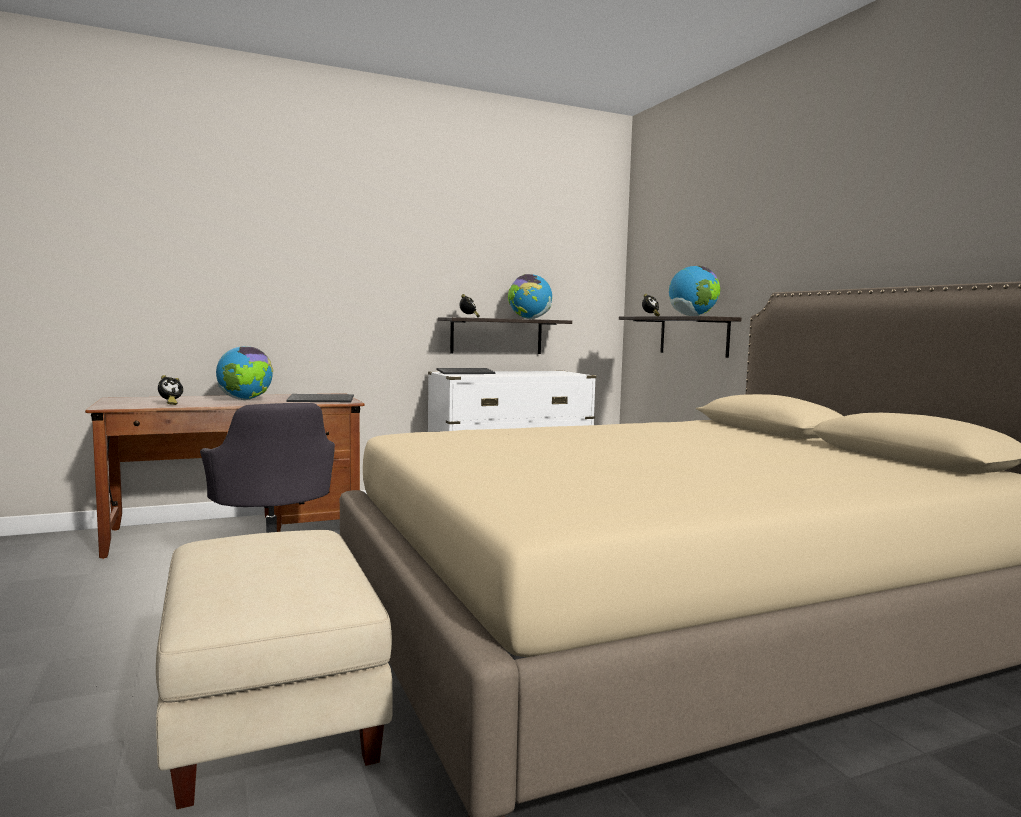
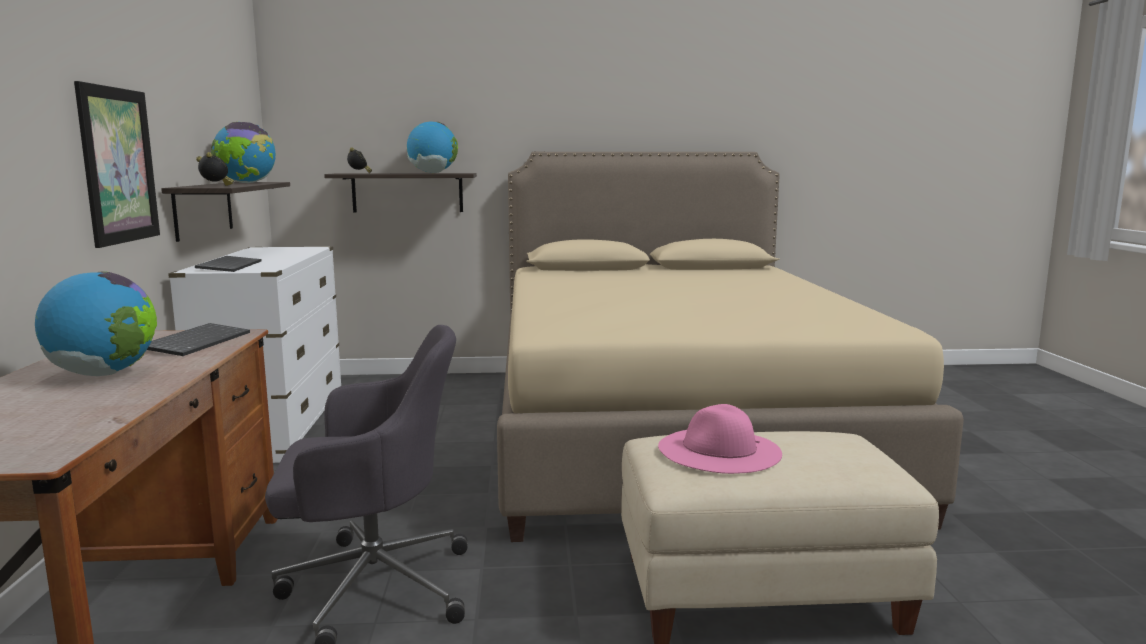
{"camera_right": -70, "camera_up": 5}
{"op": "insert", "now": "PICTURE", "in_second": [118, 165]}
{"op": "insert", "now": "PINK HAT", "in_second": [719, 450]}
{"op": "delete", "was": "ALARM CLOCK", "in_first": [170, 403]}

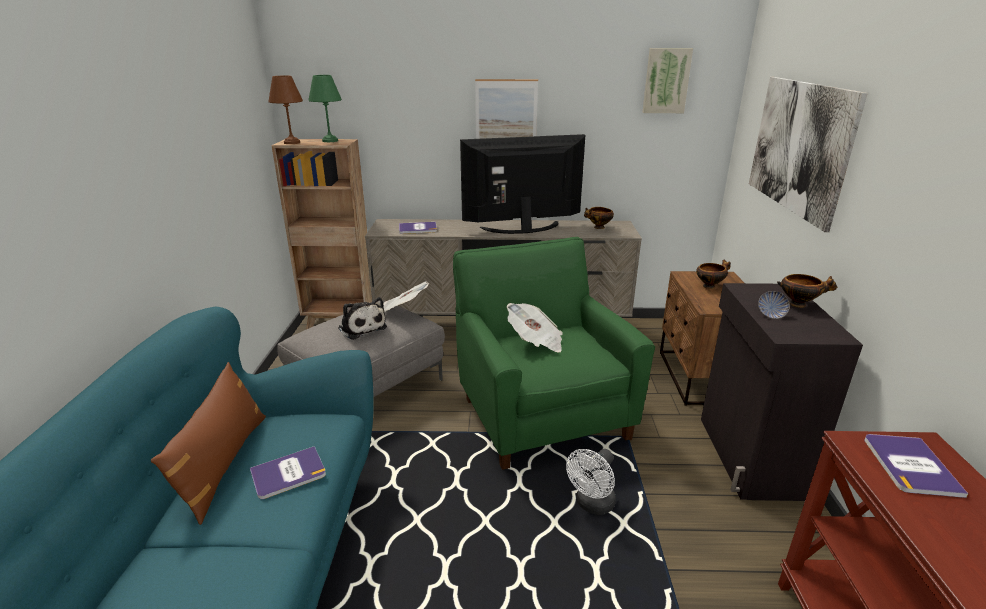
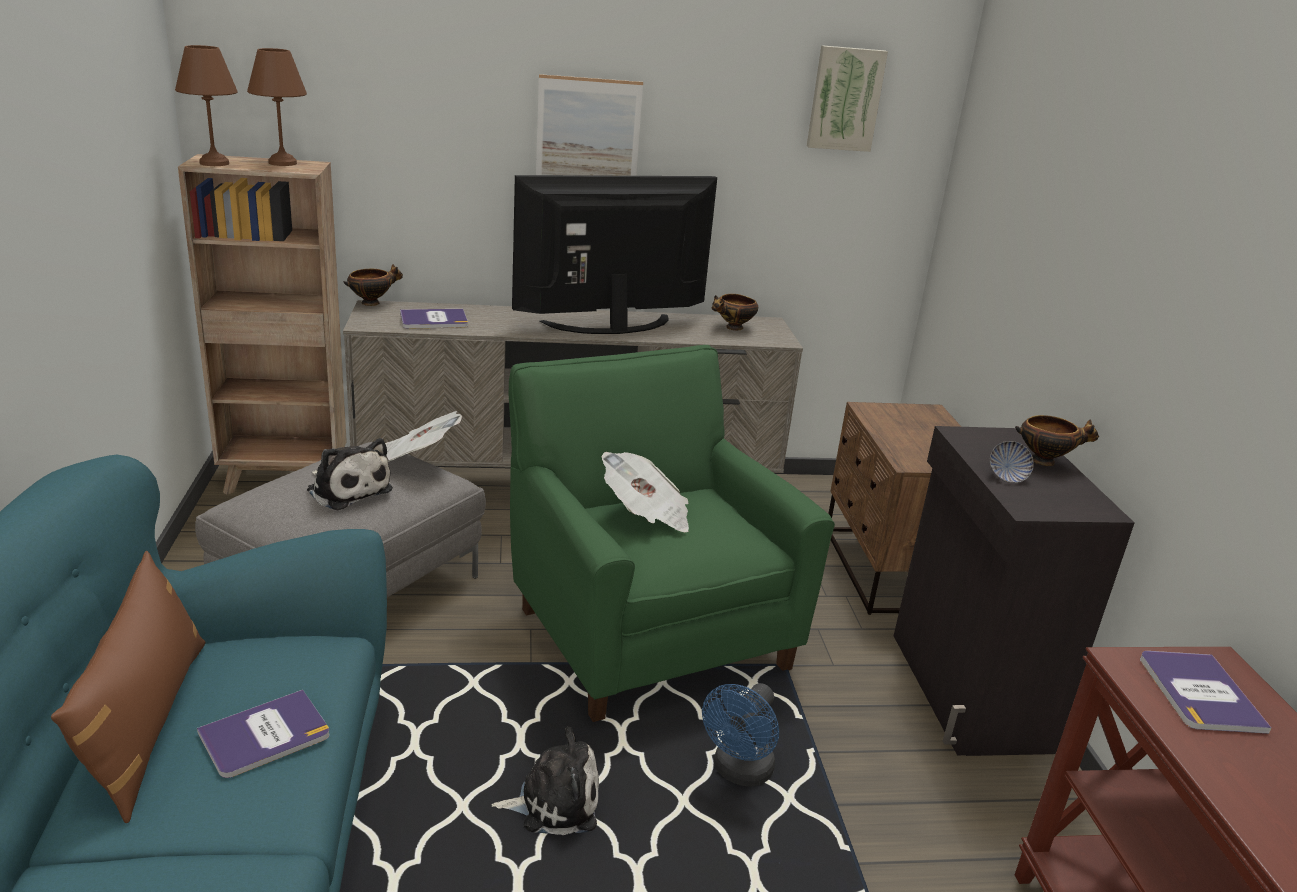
{"camera_right": -10, "camera_up": 0}
{"op": "recolor", "was": "GREEN TABLE LAMP", "now": "BROWN TABLE LAMP", "in_first": [330, 141], "in_second": [282, 163]}
{"op": "move", "was": "BOWL", "in_first": [710, 286], "in_second": [372, 302]}
{"op": "insert", "now": "PLUSH TOY", "in_second": [553, 802]}
{"op": "recolor", "was": "WHITE FAN", "now": "BLUE FAN", "in_first": [592, 505], "in_second": [739, 772]}
{"op": "delete", "was": "PICTURE", "in_first": [799, 147]}

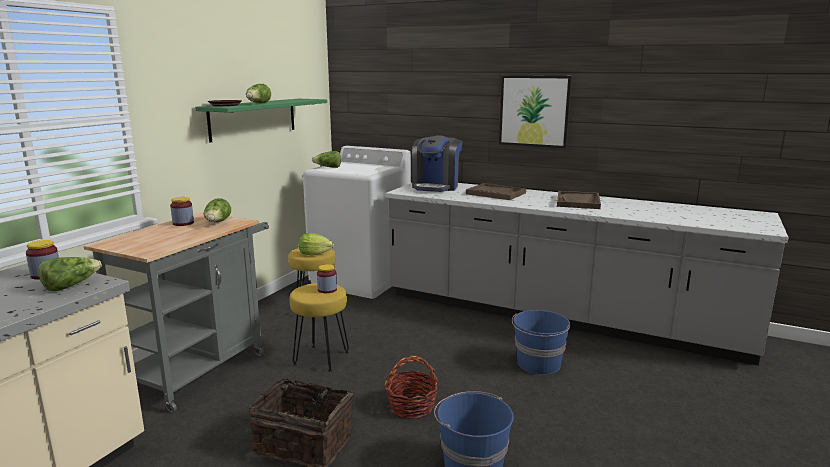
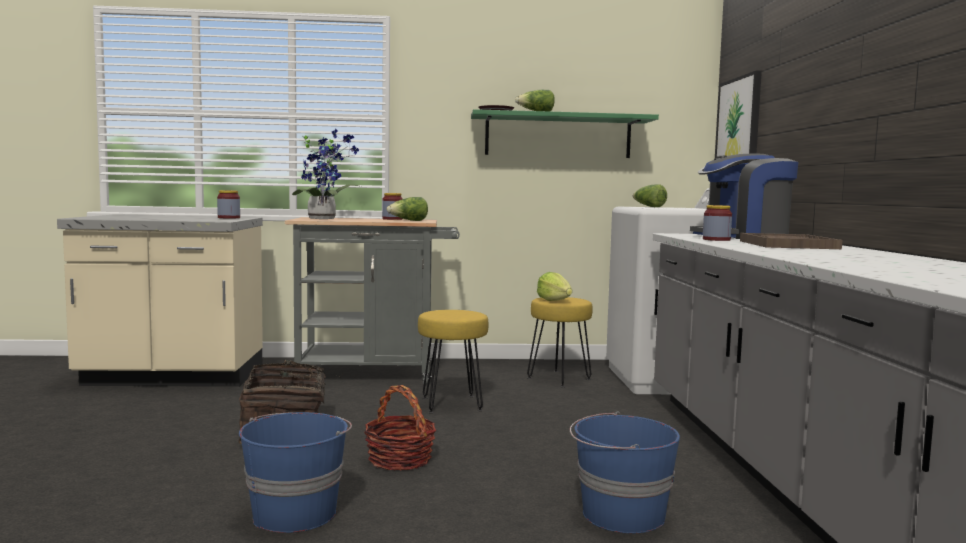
{"camera_right": 60, "camera_up": -10}
{"op": "insert", "now": "POTTED PLANT", "in_second": [324, 219]}
{"op": "move", "was": "JAR", "in_first": [327, 289], "in_second": [716, 239]}
{"op": "move", "was": "PICTURE", "in_first": [534, 111], "in_second": [739, 123]}
{"op": "delete", "was": "LETTUCE", "in_first": [71, 285]}
{"op": "delete", "was": "BROWN TRAY", "in_first": [578, 202]}

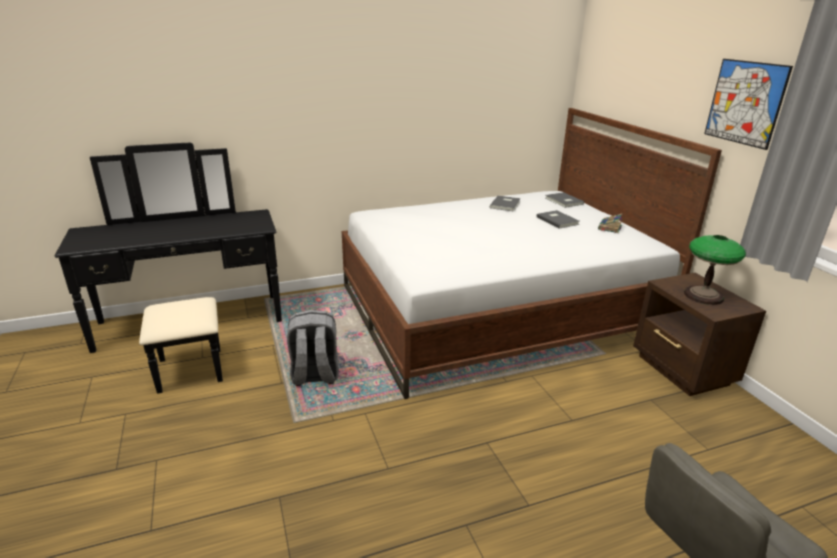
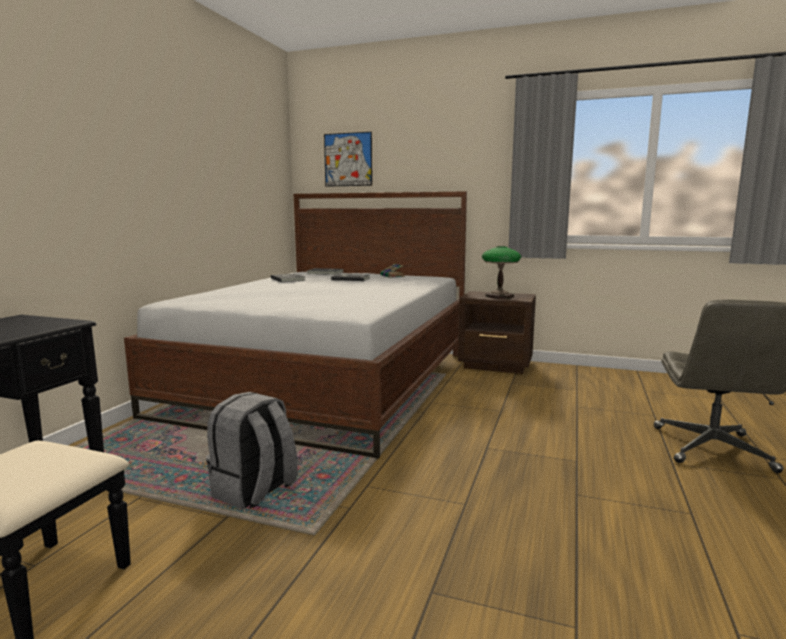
{"camera_right": -50, "camera_up": -15}
{"op": "move", "was": "PICTURE", "in_first": [745, 103], "in_second": [348, 159]}

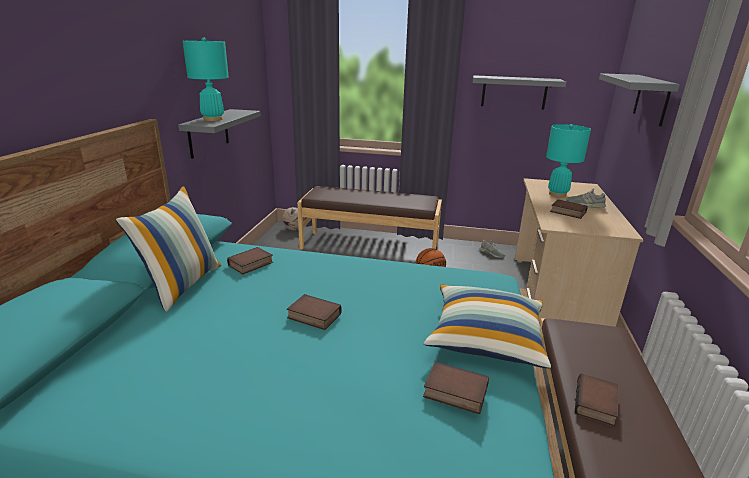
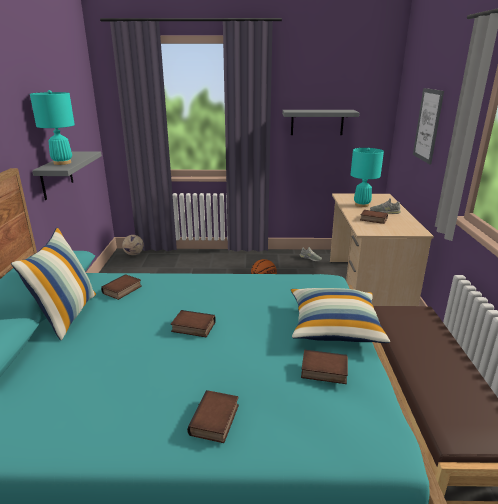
{"camera_right": -10, "camera_up": 0}
{"op": "move", "was": "BOOK", "in_first": [597, 404], "in_second": [216, 421]}
{"op": "replace", "was": "GREY SHELF", "now": "PICTURE", "in_first": [651, 99], "in_second": [428, 125]}
{"op": "delete", "was": "BROWN BENCH", "in_first": [370, 246]}

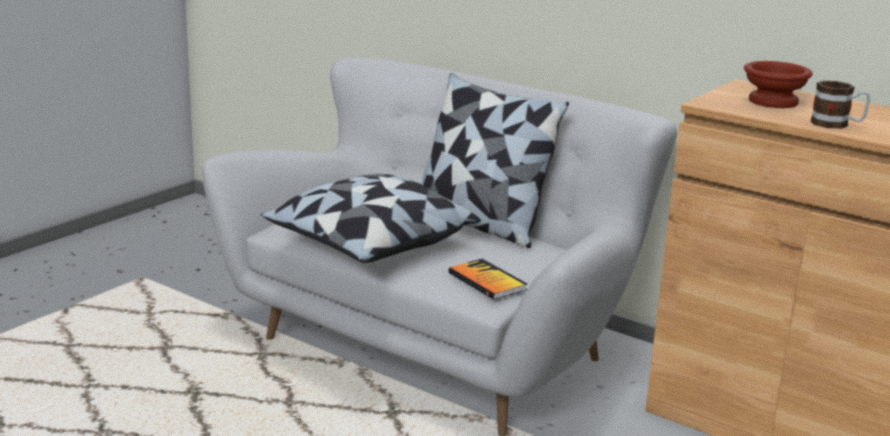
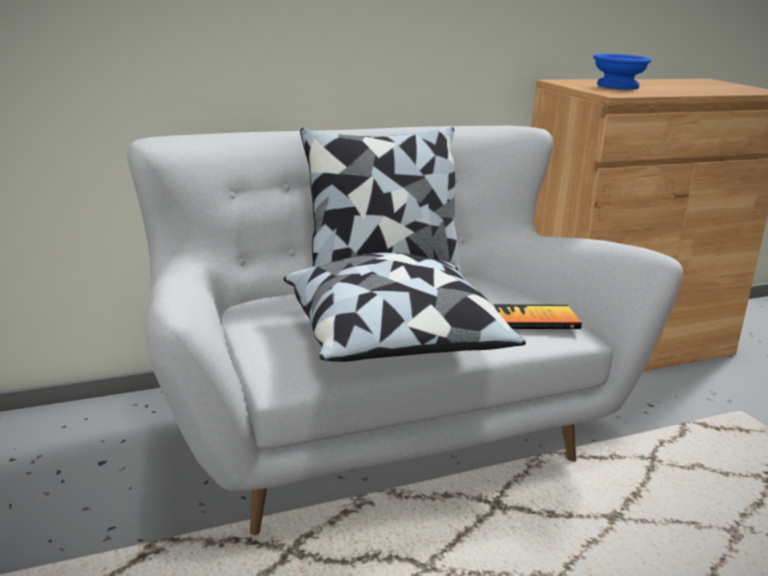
{"camera_right": -60, "camera_up": 0}
{"op": "recolor", "was": "BROWN BOWL", "now": "BLUE BOWL", "in_first": [775, 102], "in_second": [619, 86]}
{"op": "delete", "was": "MUG", "in_first": [837, 124]}

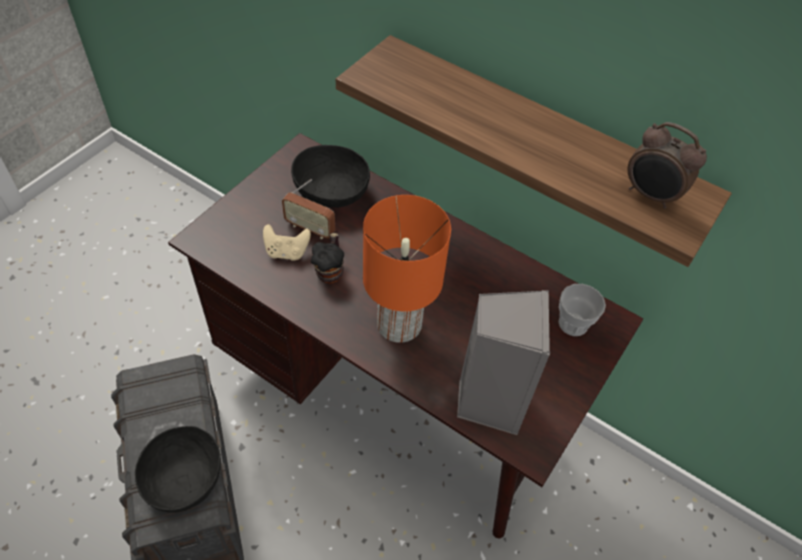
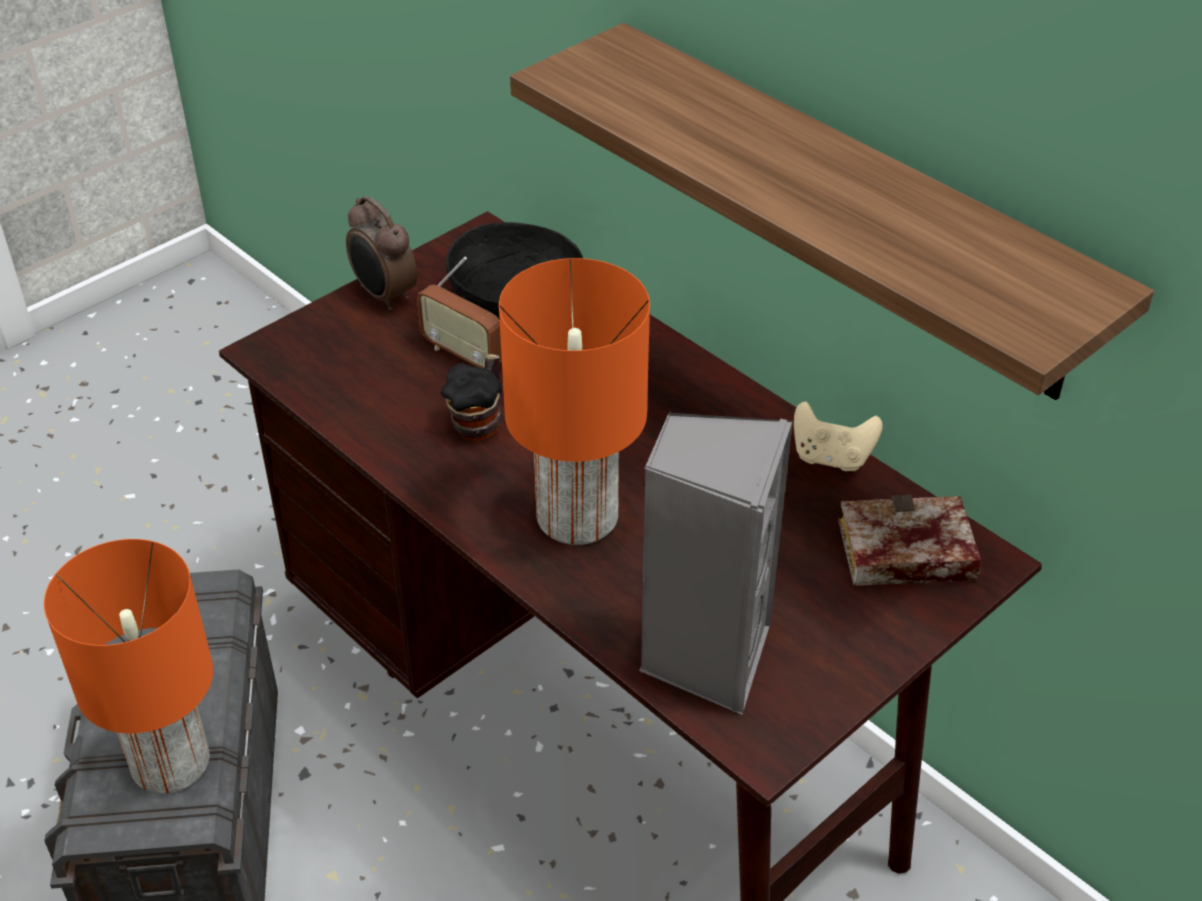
{"camera_right": 15, "camera_up": -10}
{"op": "replace", "was": "BLACK BOWL", "now": "ORANGE TABLE LAMP", "in_first": [184, 478], "in_second": [170, 761]}
{"op": "move", "was": "ALARM CLOCK", "in_first": [650, 195], "in_second": [384, 296]}
{"op": "move", "was": "BEIGE GAME CONTROLLER", "in_first": [287, 252], "in_second": [831, 458]}
{"op": "replace", "was": "CUP", "now": "BOOK", "in_first": [573, 323], "in_second": [901, 555]}

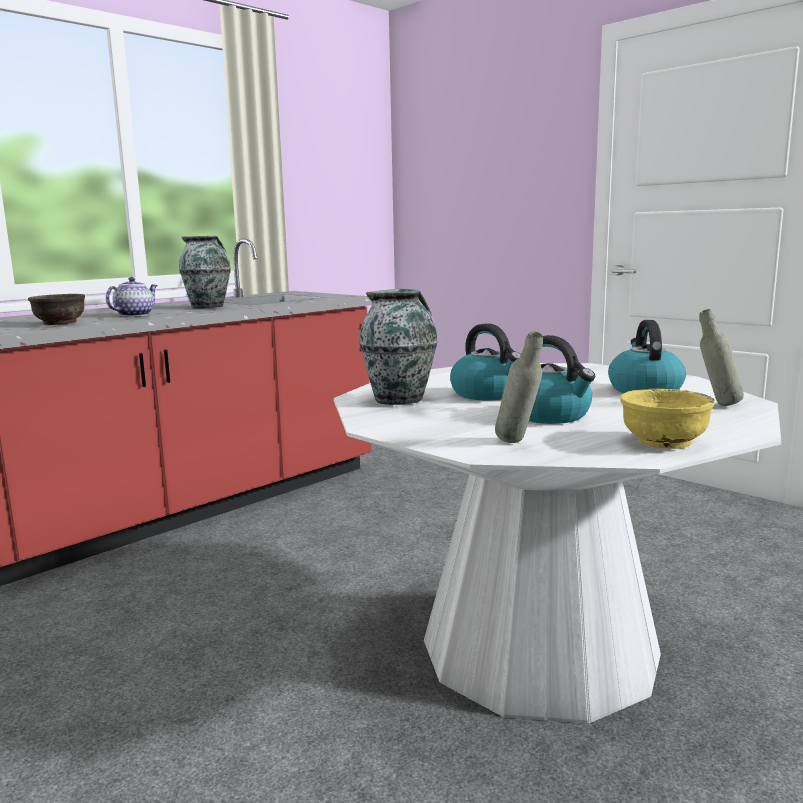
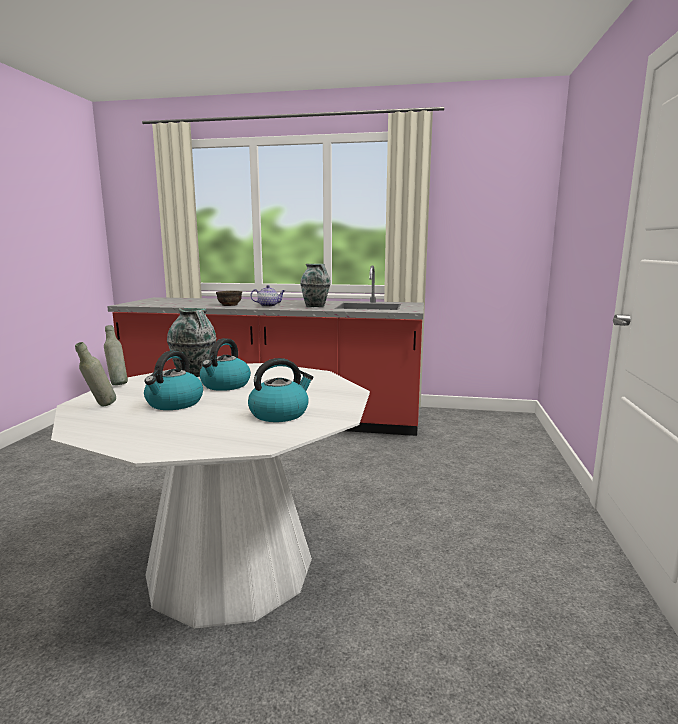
{"camera_right": 55, "camera_up": 0}
{"op": "move", "was": "GREY BOTTLE", "in_first": [717, 405], "in_second": [117, 384]}
{"op": "delete", "was": "YELLOW BOWL", "in_first": [664, 442]}

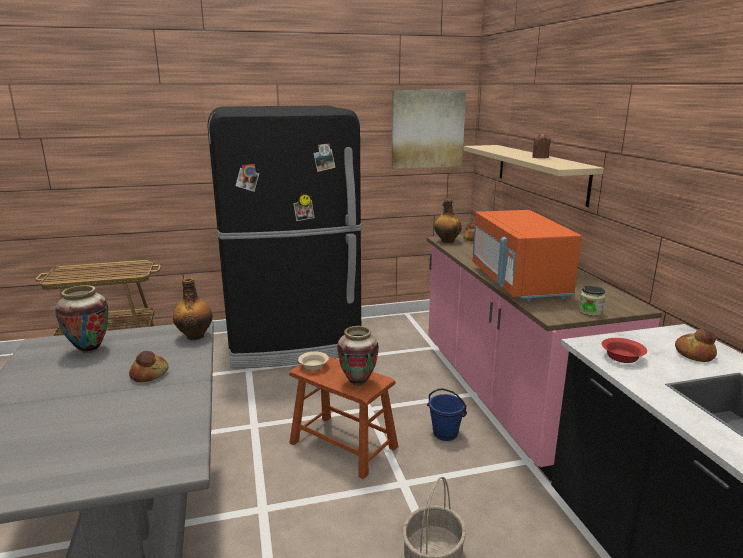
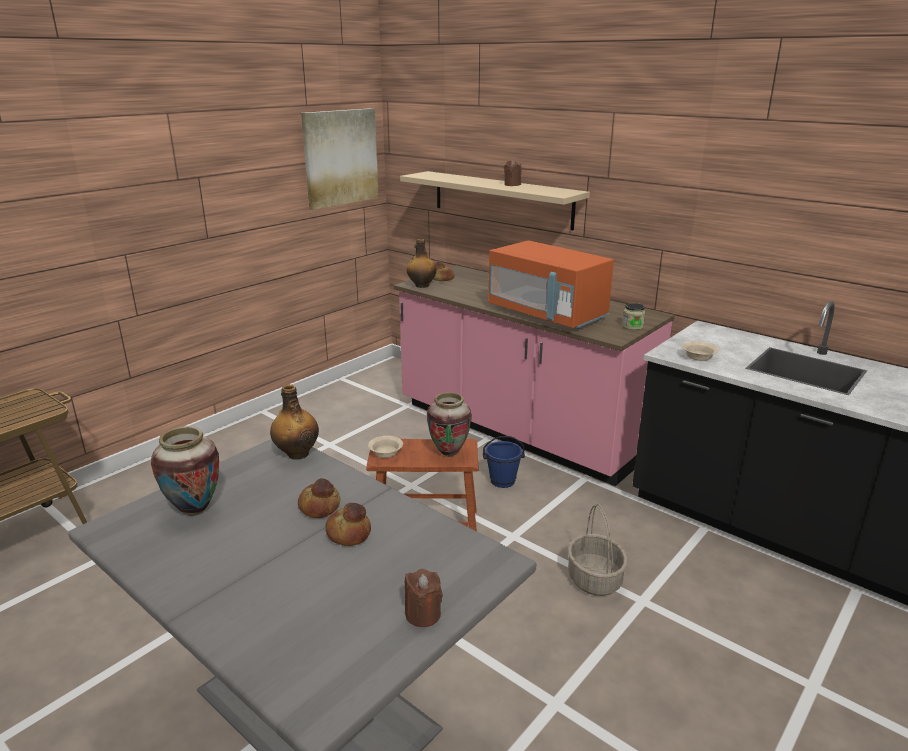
{"camera_right": -35, "camera_up": 5}
{"op": "move", "was": "BREAD", "in_first": [694, 354], "in_second": [349, 533]}
{"op": "insert", "now": "BROWN CANDLE", "in_second": [423, 614]}
{"op": "recolor", "was": "RED BOWL", "now": "BEIGE BOWL", "in_first": [622, 358], "in_second": [699, 357]}
{"op": "delete", "was": "BLACK FRIDGE", "in_first": [294, 343]}

